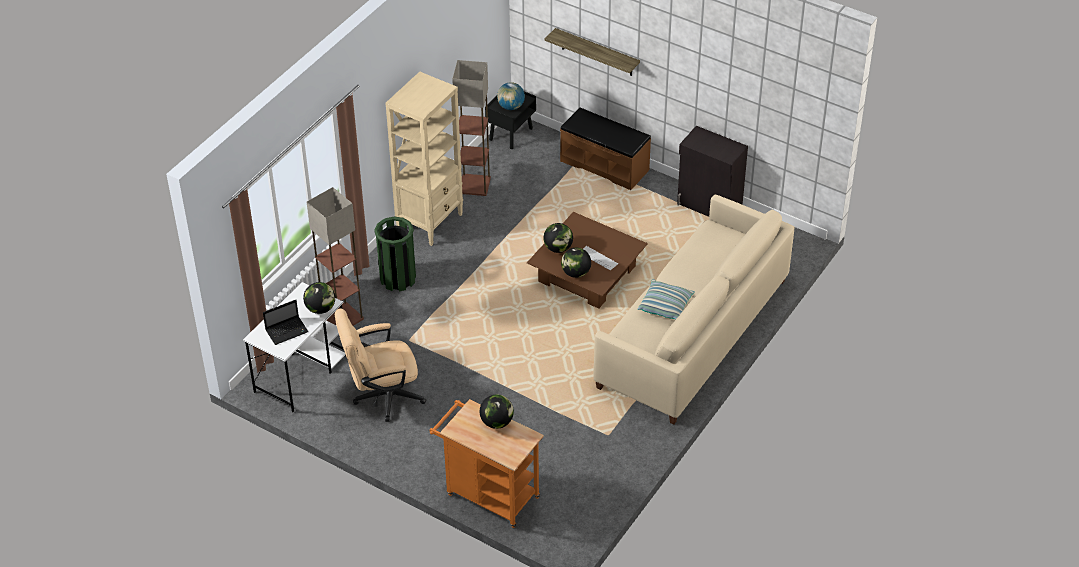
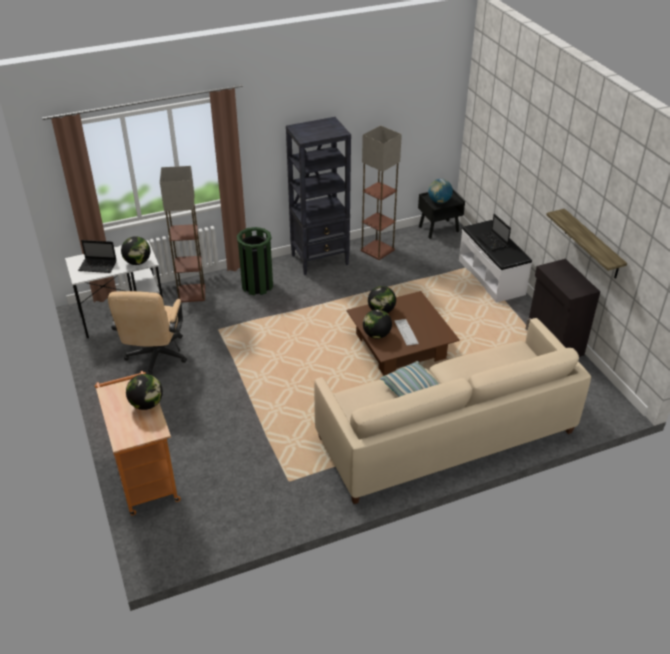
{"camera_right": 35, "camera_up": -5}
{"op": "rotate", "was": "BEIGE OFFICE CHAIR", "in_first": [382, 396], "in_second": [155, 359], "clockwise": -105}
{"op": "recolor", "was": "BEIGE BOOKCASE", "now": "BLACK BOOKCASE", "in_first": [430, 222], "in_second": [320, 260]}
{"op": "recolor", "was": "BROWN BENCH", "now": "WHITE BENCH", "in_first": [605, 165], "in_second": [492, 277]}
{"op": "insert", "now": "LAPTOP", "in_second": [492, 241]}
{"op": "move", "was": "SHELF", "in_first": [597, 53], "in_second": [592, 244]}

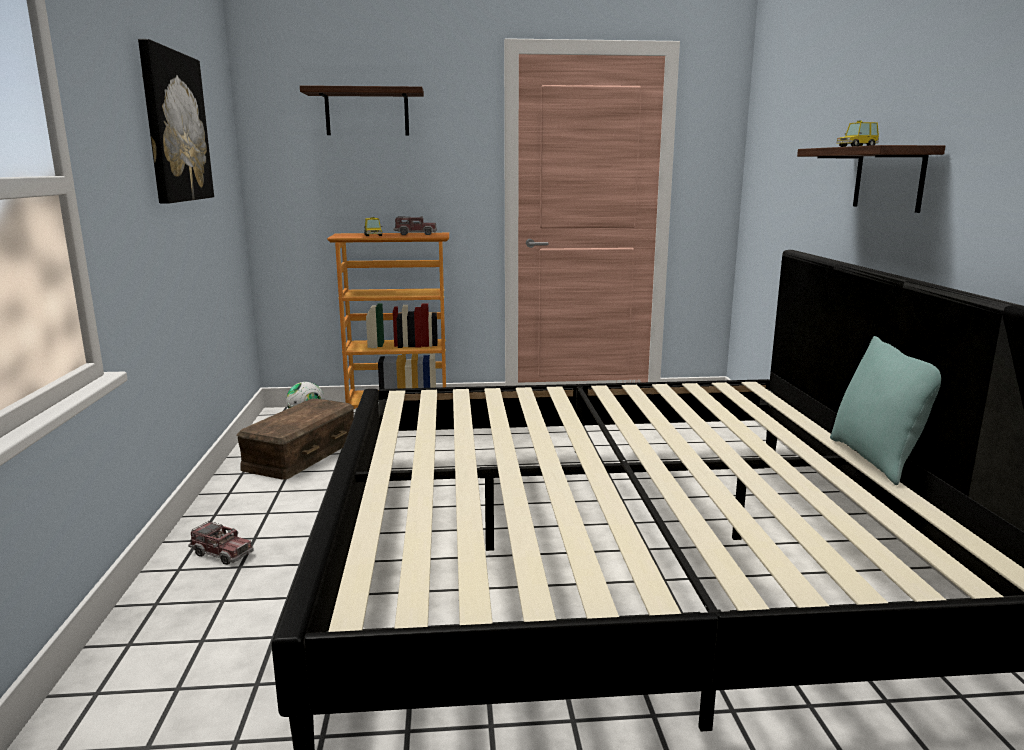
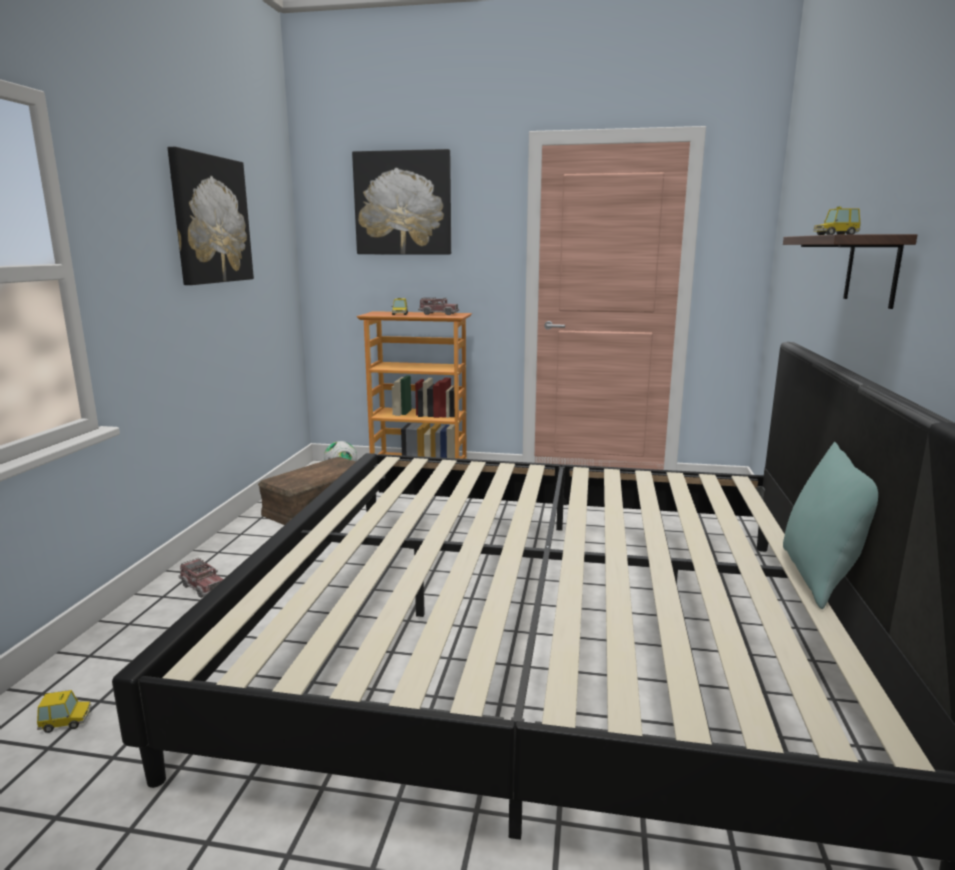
{"camera_right": 15, "camera_up": 0}
{"op": "insert", "now": "TOY CAR", "in_second": [66, 721]}
{"op": "replace", "was": "SHELF", "now": "PICTURE", "in_first": [367, 113], "in_second": [403, 203]}

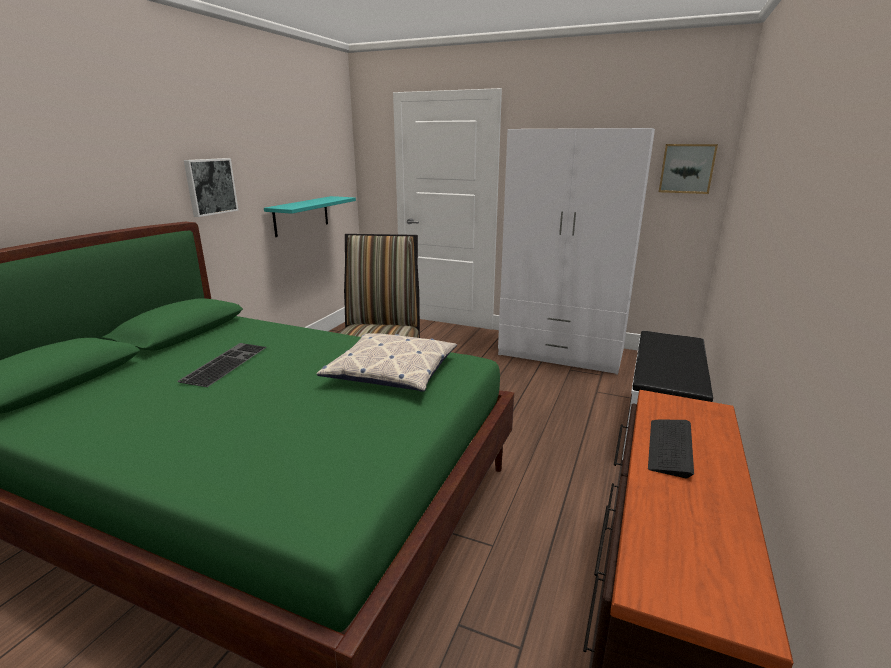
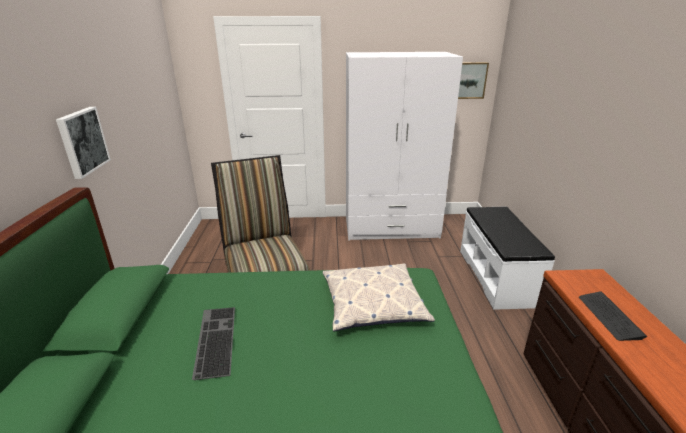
{"camera_right": -25, "camera_up": 5}
{"op": "delete", "was": "TURQUOISE SHELF", "in_first": [301, 215]}

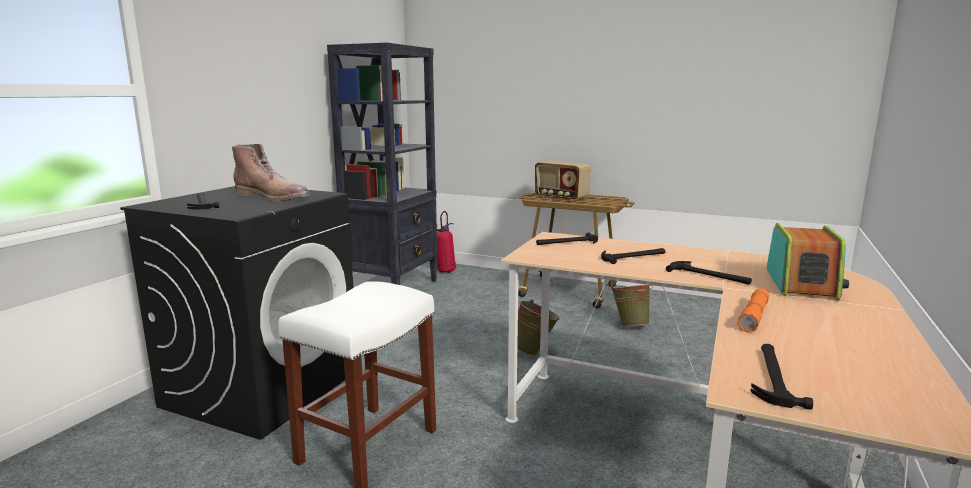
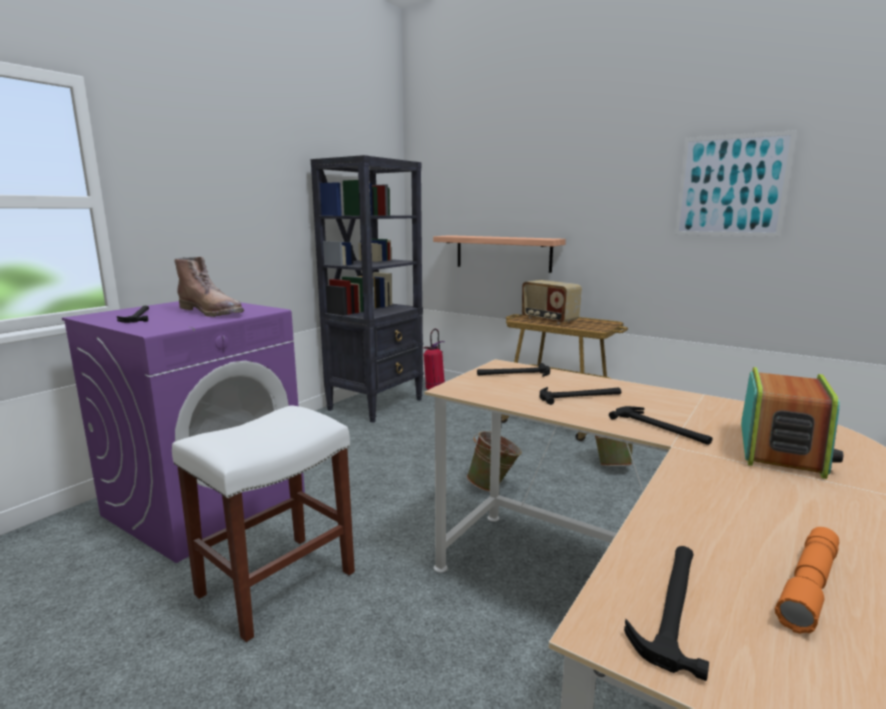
{"camera_right": 10, "camera_up": 0}
{"op": "recolor", "was": "BLACK WASHING MACHINE", "now": "PURPLE WASHING MACHINE", "in_first": [263, 387], "in_second": [207, 503]}
{"op": "insert", "now": "SHELF", "in_second": [503, 253]}
{"op": "insert", "now": "PICTURE", "in_second": [731, 186]}
{"op": "move", "was": "ORANGE FLASHLIGHT", "in_first": [753, 316], "in_second": [808, 587]}

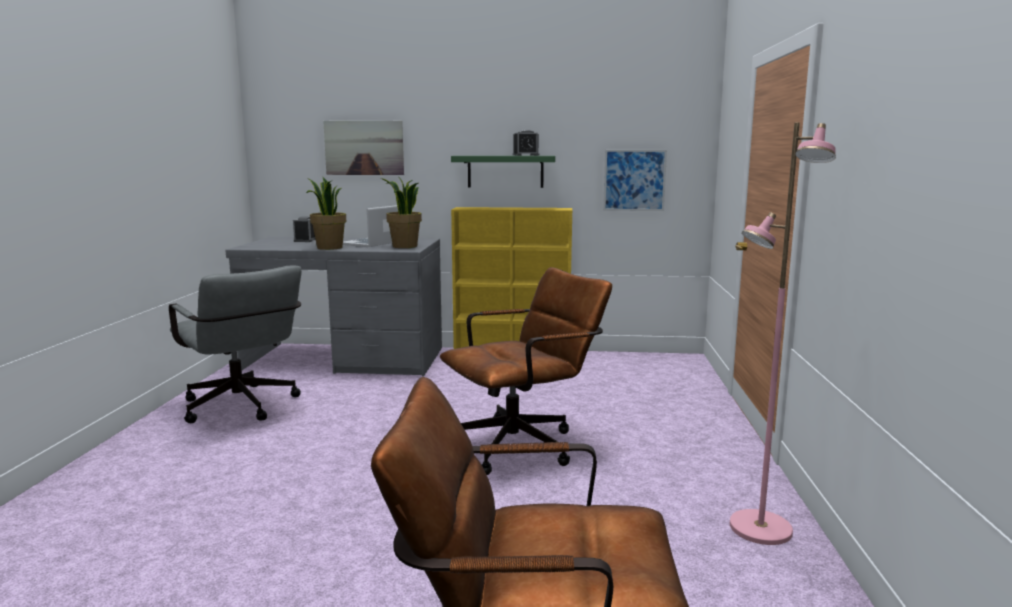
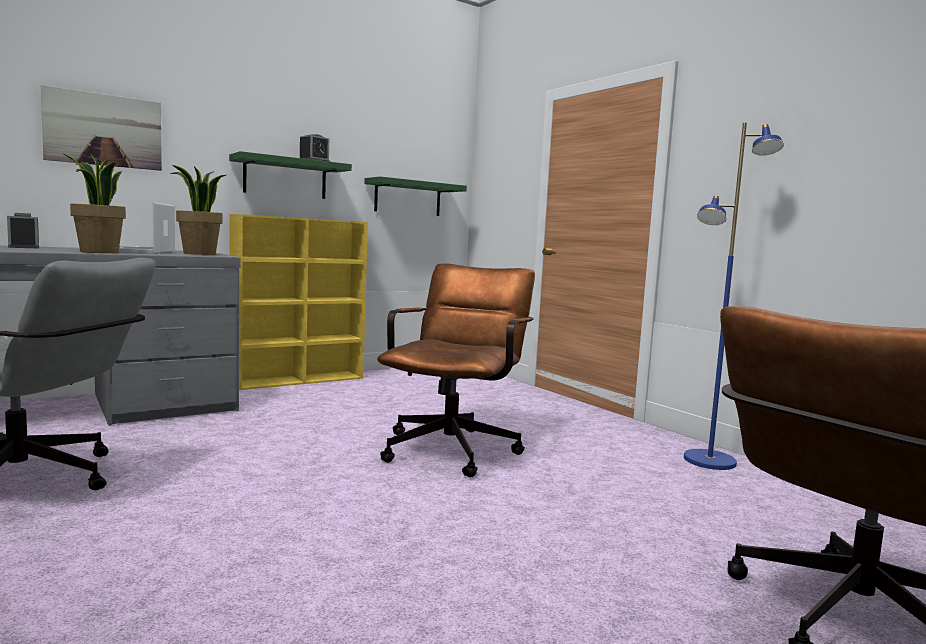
{"camera_right": -40, "camera_up": -5}
{"op": "replace", "was": "PICTURE", "now": "GREEN SHELF", "in_first": [634, 180], "in_second": [408, 198]}
{"op": "recolor", "was": "PINK FLOOR LAMP", "now": "BLUE FLOOR LAMP", "in_first": [759, 529], "in_second": [710, 461]}

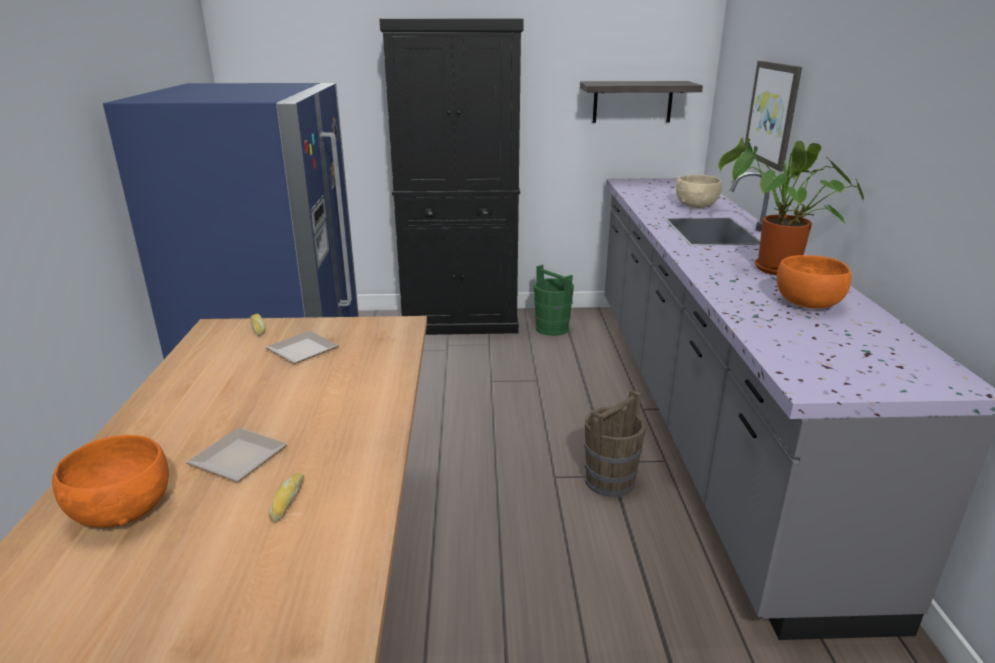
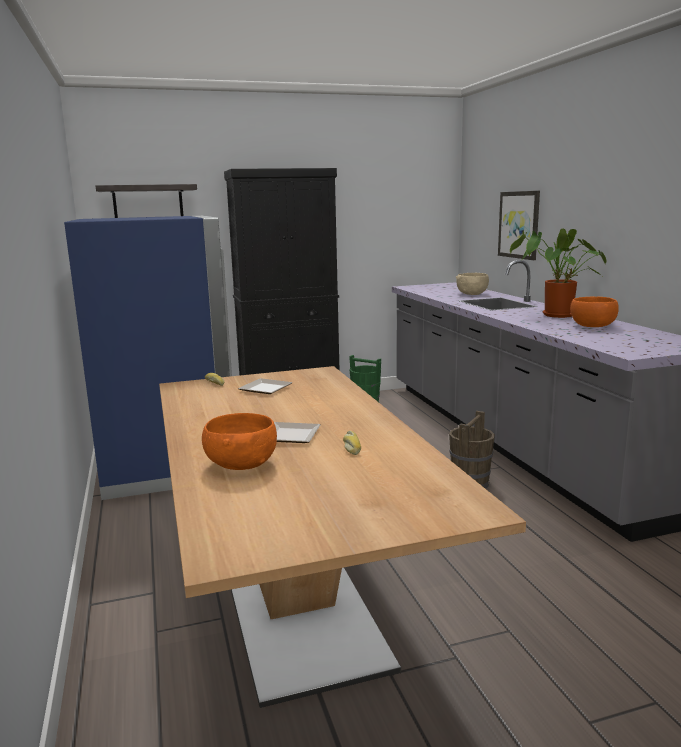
{"camera_right": -15, "camera_up": -10}
{"op": "move", "was": "SHELF", "in_first": [632, 102], "in_second": [148, 203]}

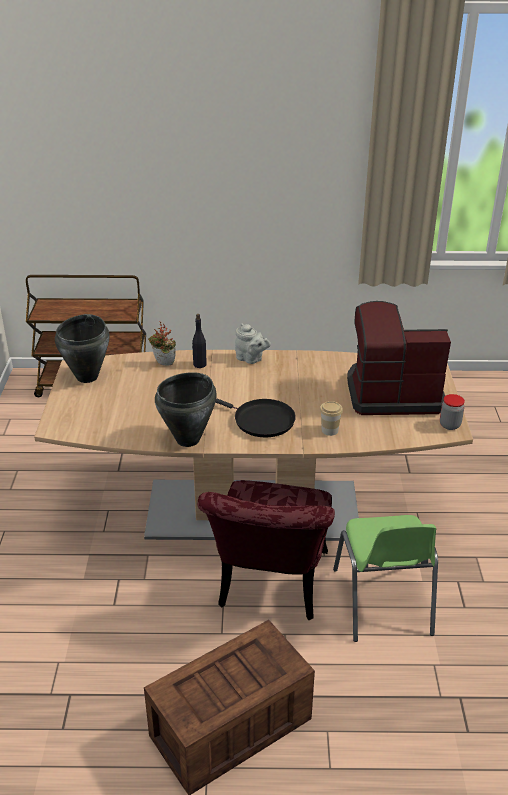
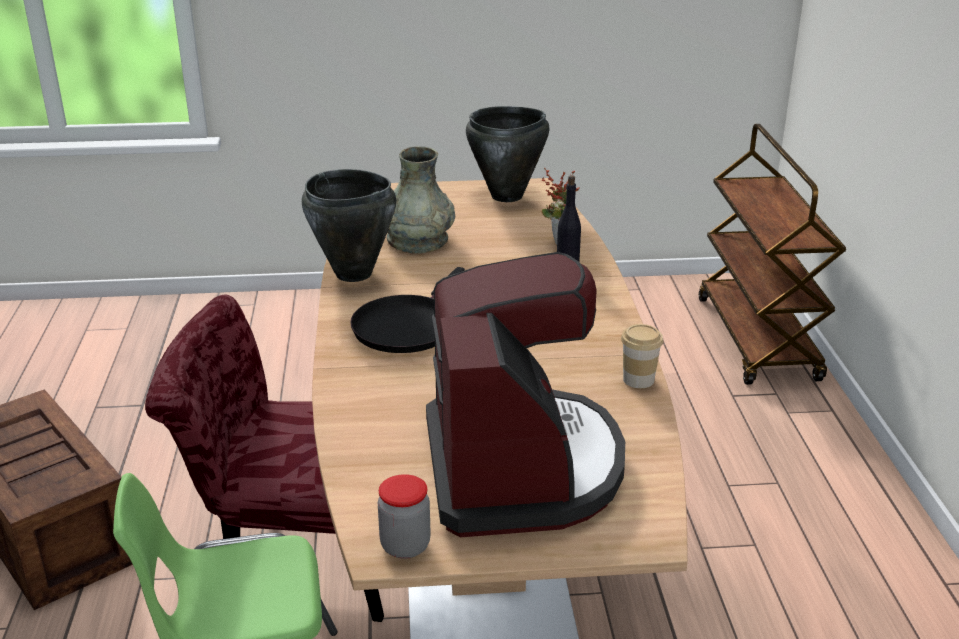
{"camera_right": 85, "camera_up": -5}
{"op": "insert", "now": "GREY VASE", "in_second": [417, 240]}
{"op": "move", "was": "CUP", "in_first": [329, 430], "in_second": [638, 379]}
{"op": "delete", "was": "GREY TEAPOT", "in_first": [251, 359]}

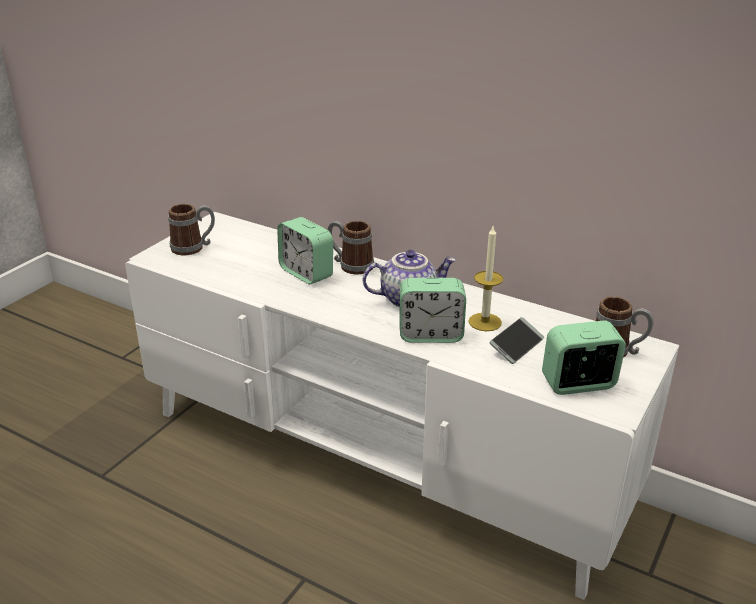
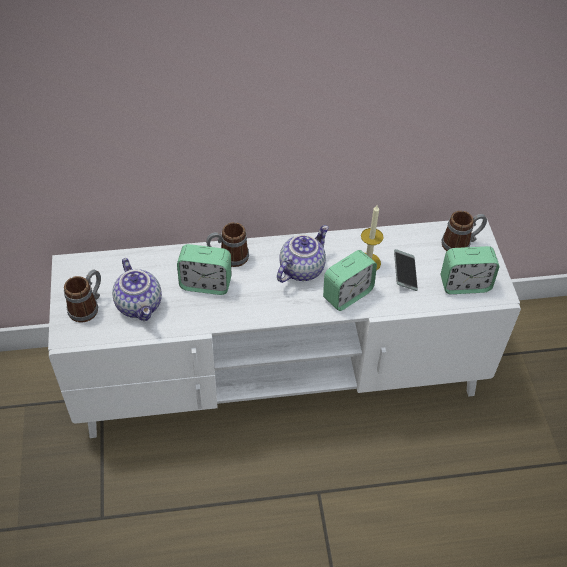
{"camera_right": -40, "camera_up": 20}
{"op": "insert", "now": "TEAPOT", "in_second": [140, 305]}
{"op": "rotate", "was": "ALARM CLOCK", "in_first": [578, 384], "in_second": [464, 284], "clockwise": -135}

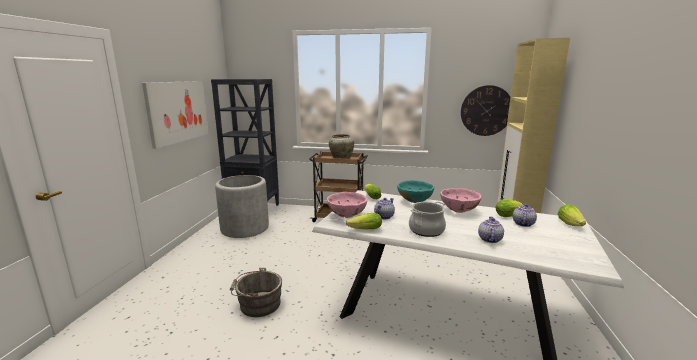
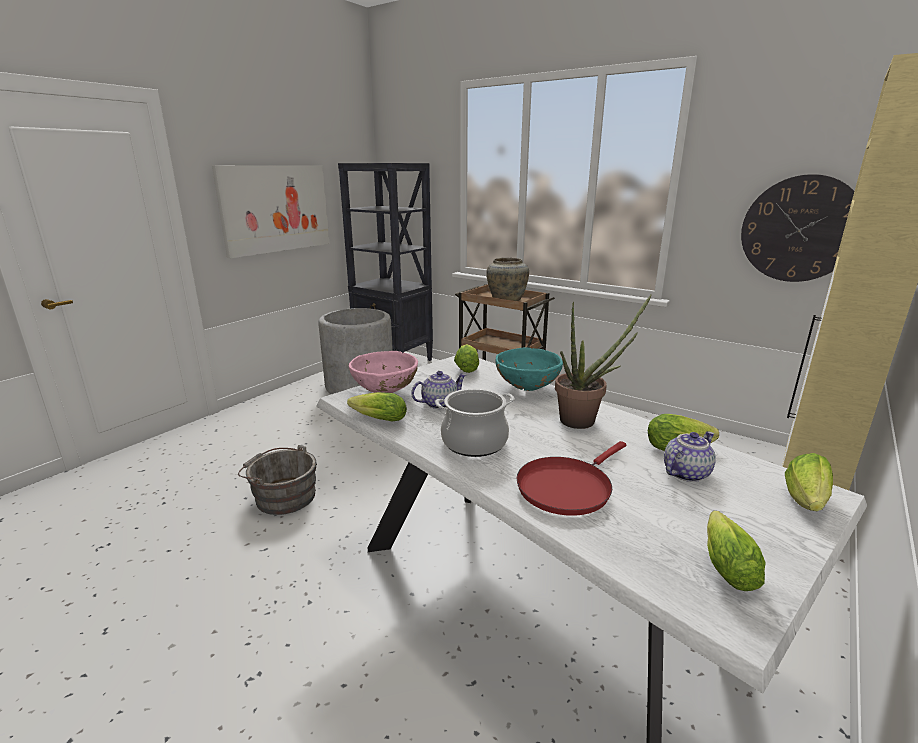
{"camera_right": 25, "camera_up": 5}
{"op": "replace", "was": "TEAPOT", "now": "RED FRYING PAN", "in_first": [489, 239], "in_second": [566, 487]}
{"op": "replace", "was": "PINK BOWL", "now": "POTTED PLANT", "in_first": [459, 211], "in_second": [585, 420]}
{"op": "insert", "now": "LETTUCE", "in_second": [725, 563]}

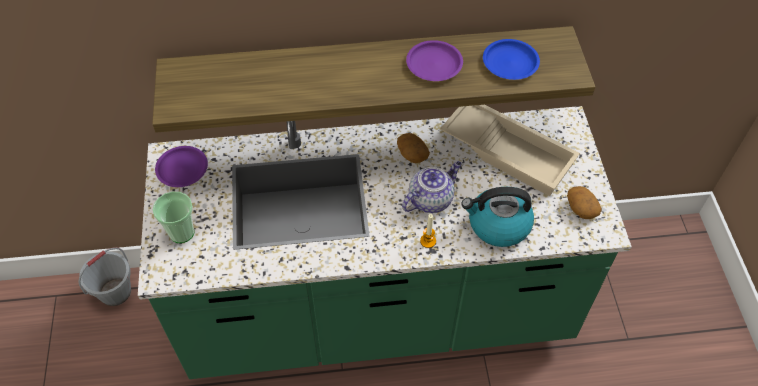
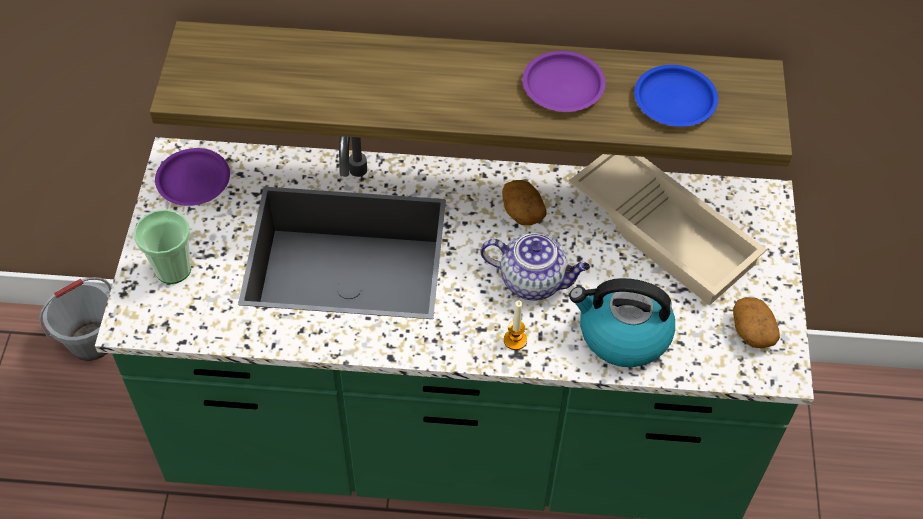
{"camera_right": 10, "camera_up": 0}
{"op": "rotate", "was": "TEAPOT", "in_first": [431, 199], "in_second": [533, 281], "clockwise": 45}

